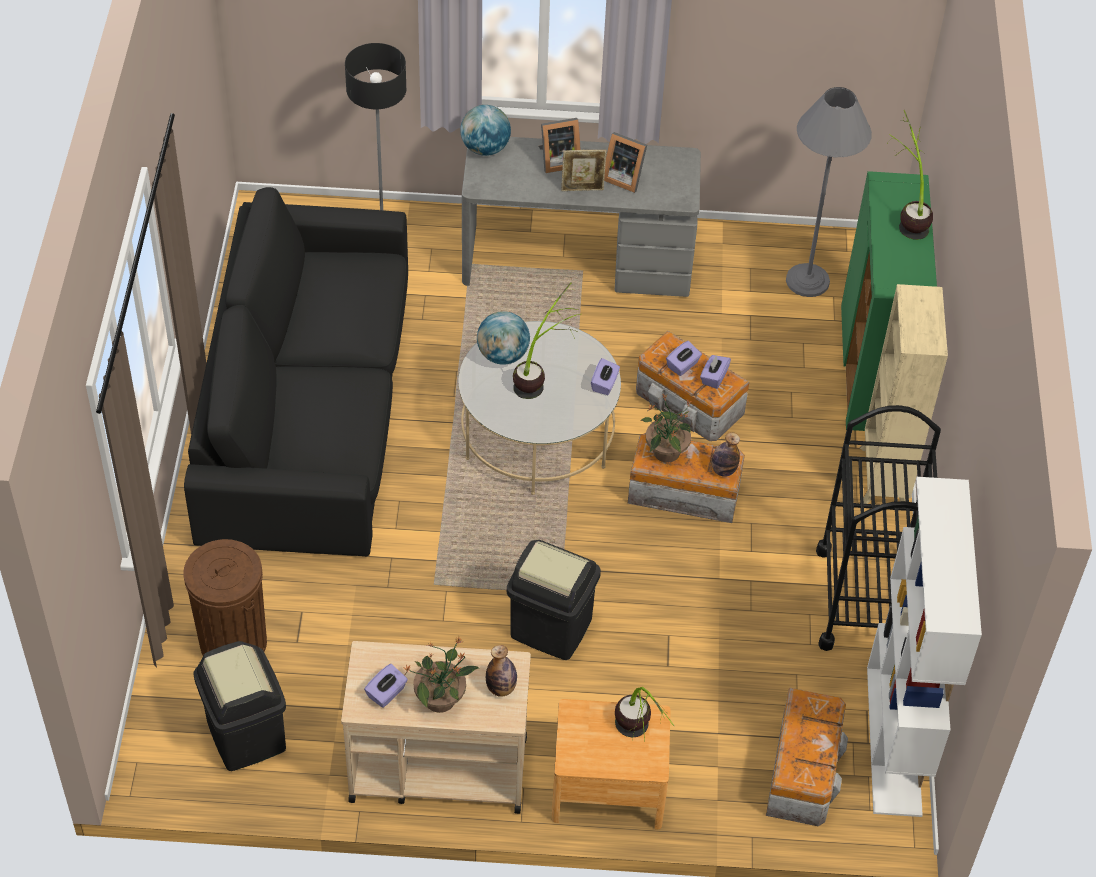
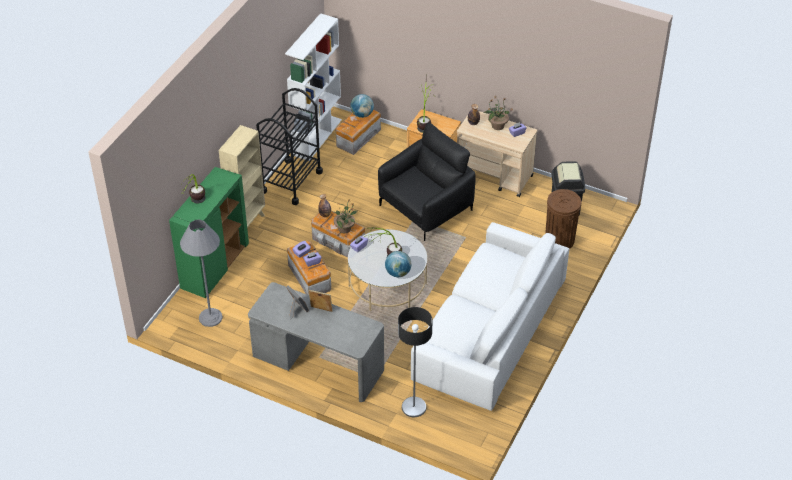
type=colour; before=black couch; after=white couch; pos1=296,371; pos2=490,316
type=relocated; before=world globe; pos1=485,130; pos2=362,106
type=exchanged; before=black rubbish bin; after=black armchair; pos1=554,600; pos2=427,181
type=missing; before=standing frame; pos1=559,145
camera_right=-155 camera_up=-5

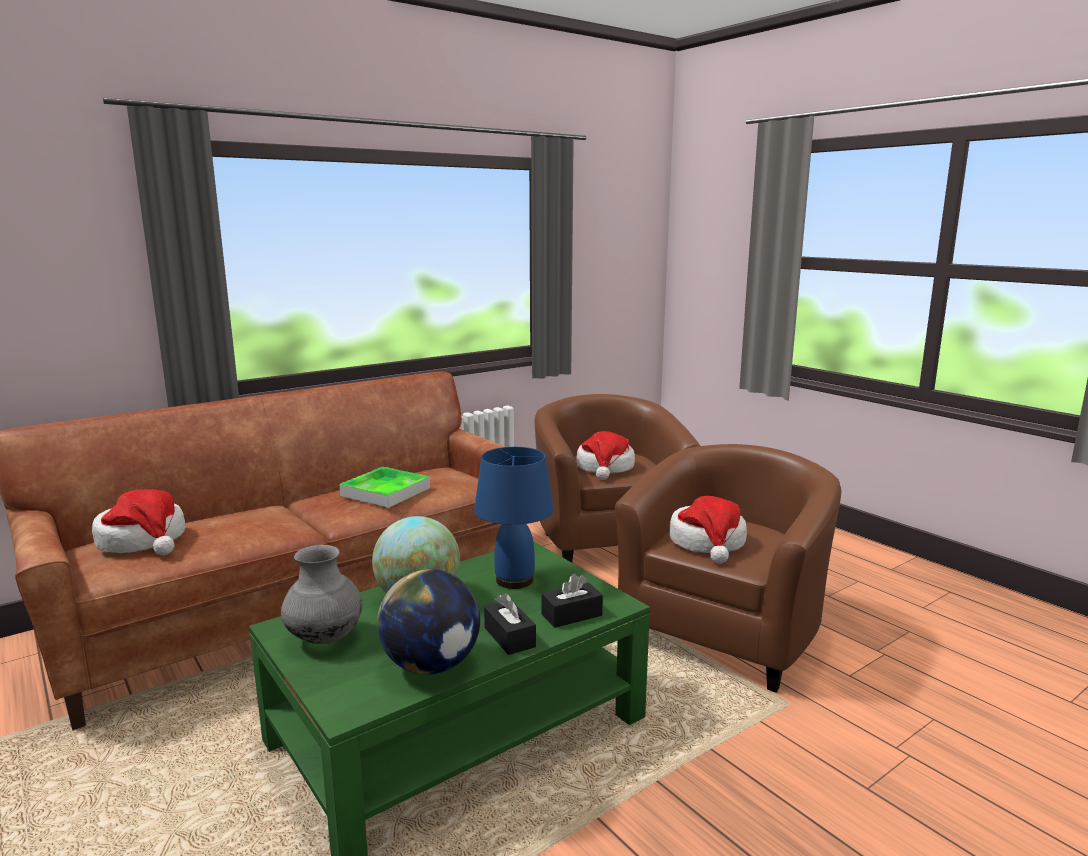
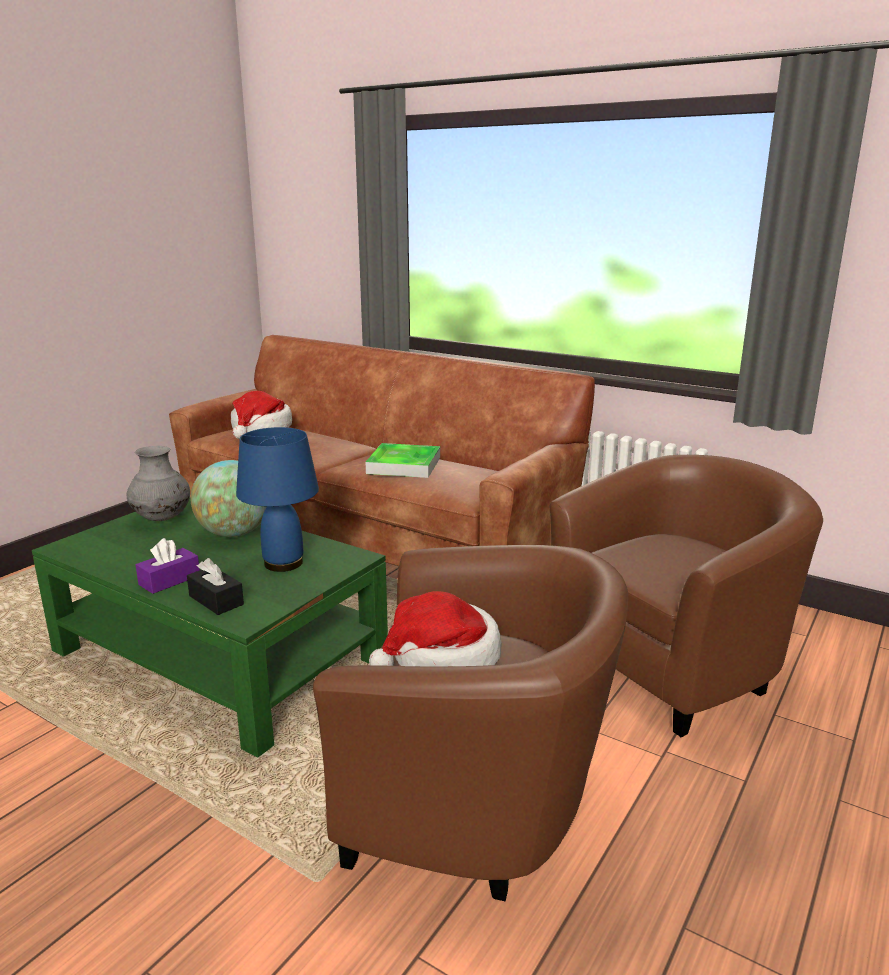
type=missing; before=world globe; pos1=428,622
type=colour; before=black tissue holder; after=purple-coloured tissue holder; pos1=510,624; pos2=168,566
type=missing; before=hat; pos1=605,455
camera_right=70 camera_up=5

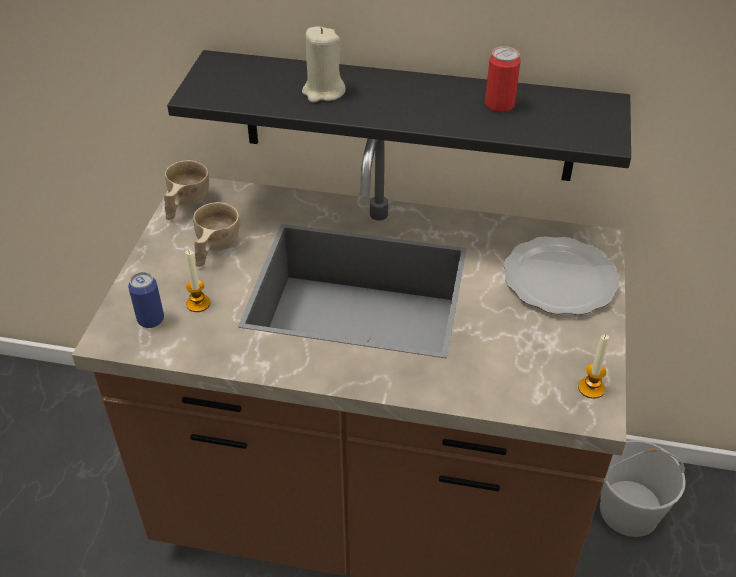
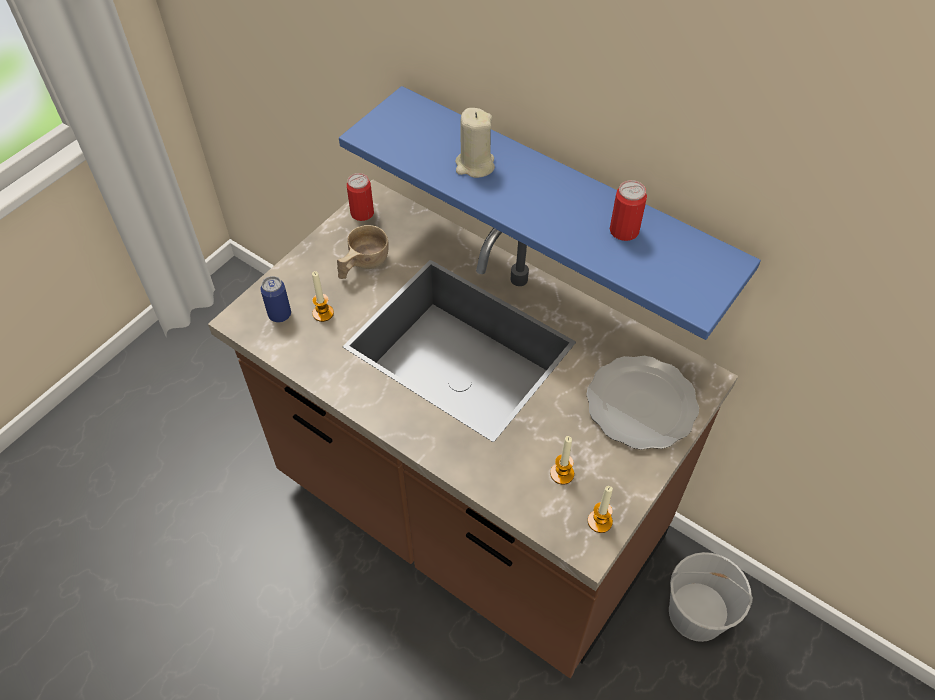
type=exchanged; before=sand-coloured small cup; after=metal can; pos1=186,190; pos2=360,197
type=colour; before=black wall shelf; after=blue wall shelf; pos1=399,115; pos2=550,213
type=appeared; after=candle; pos2=562,460
camera_right=25 camera_up=10

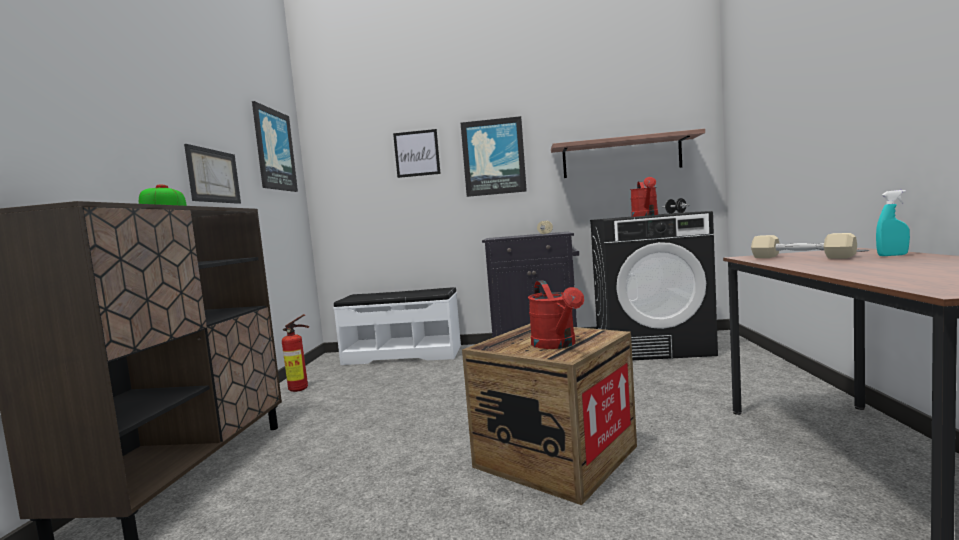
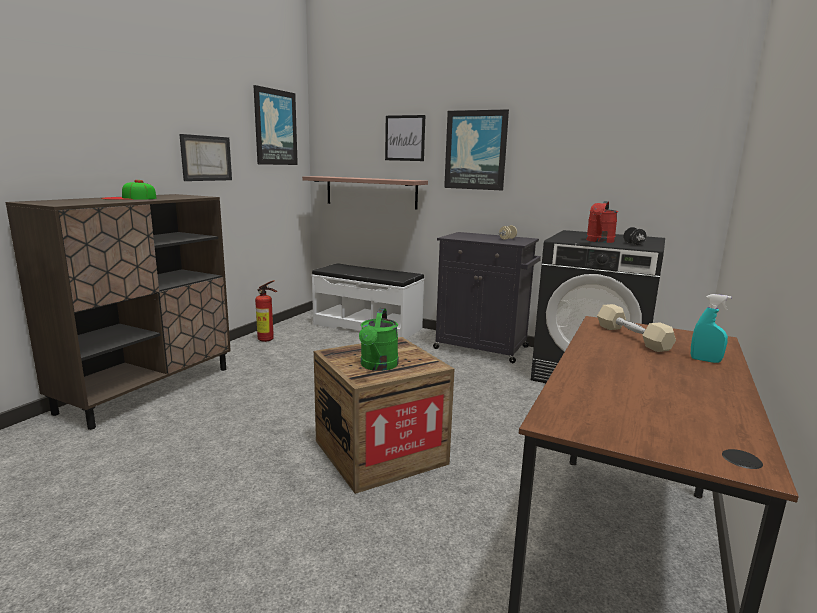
type=colour; before=red-coloured watering pot; after=green-coloured watering pot; pos1=556,314; pos2=378,339
type=relocated; before=wall shelf; pos1=628,153; pos2=365,193
camera_right=20 camera_up=10

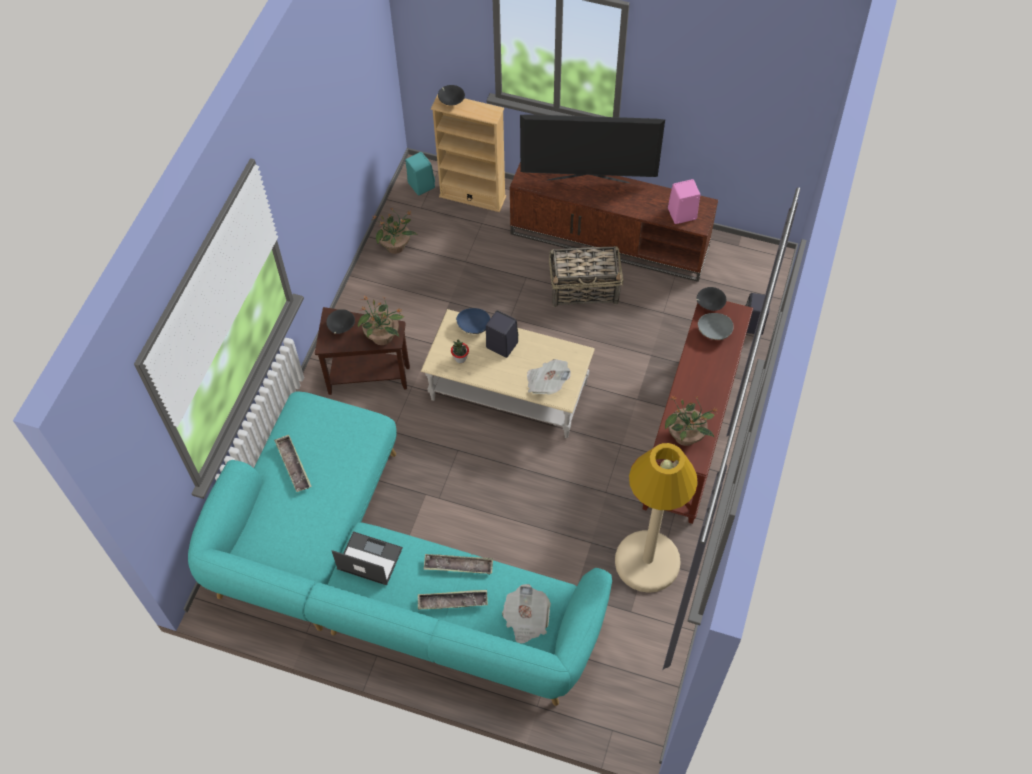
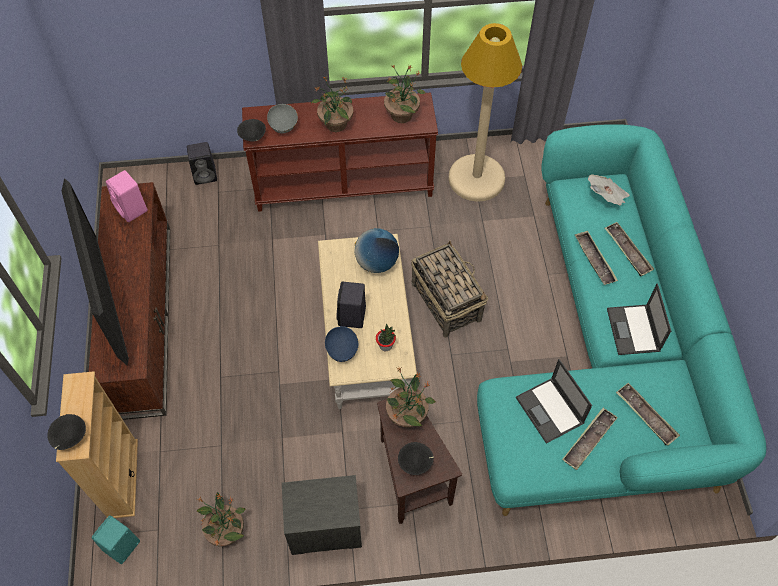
type=exchanged; before=daily paper; after=world globe; pos1=549,377; pos2=376,250
type=relocated; before=household basket; pos1=586,276; pos2=449,289
type=appeared; after=nightstand; pos2=322,515
type=appeared; after=houseplant; pos2=332,104
type=appeared; after=notebook computer; pos2=554,401
type=appeared; after=serving tray; pos2=648,414
camera_right=-115 camera_up=0

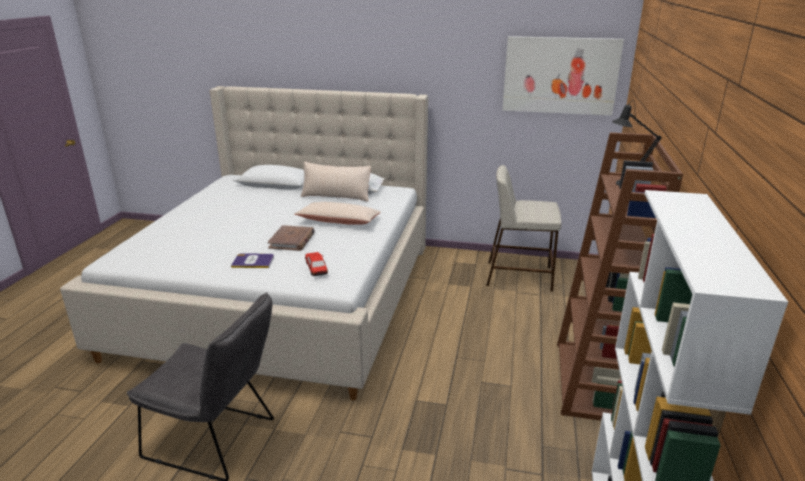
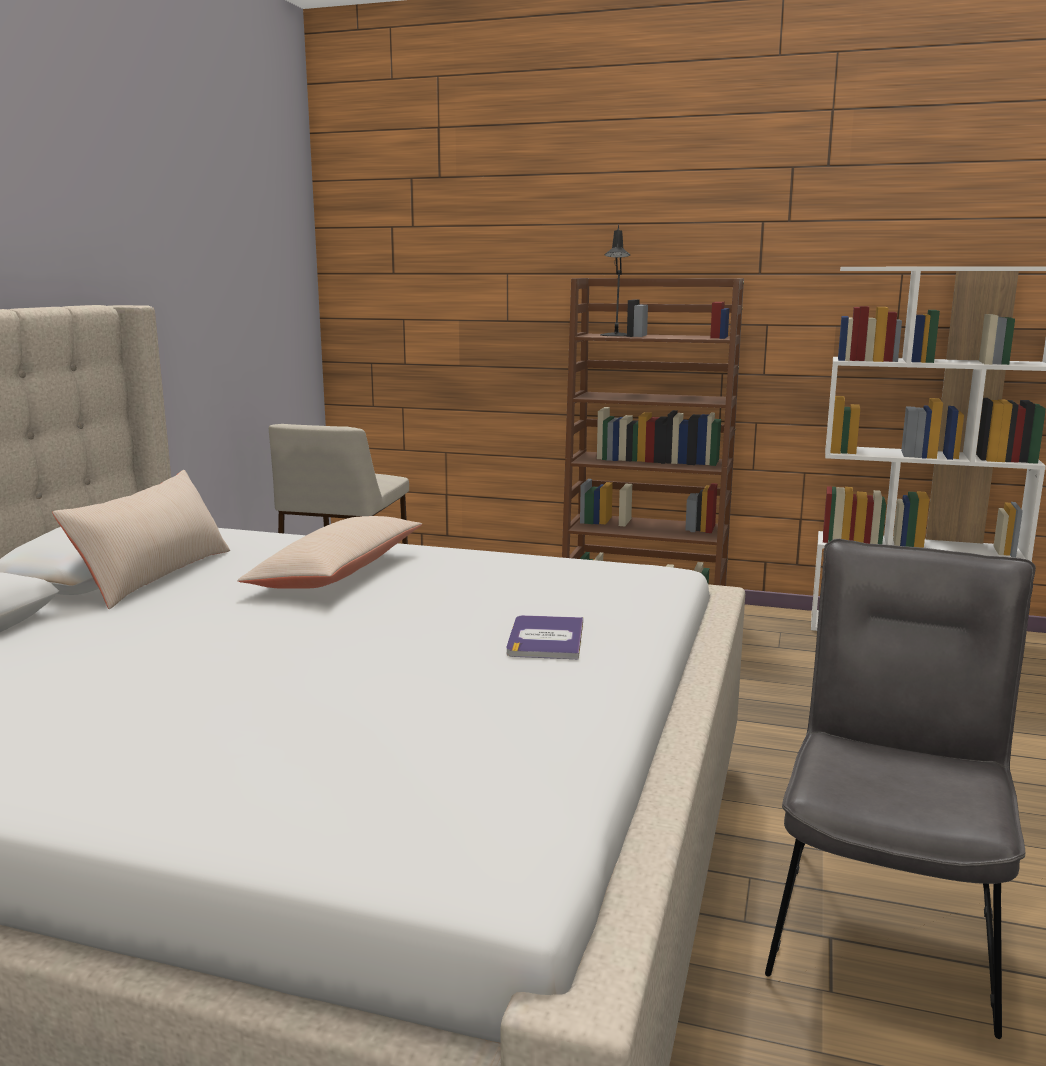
type=missing; before=brown-coloured volume; pos1=291,238
type=missing; before=model car; pos1=316,264
type=missing; before=wall picture; pos1=563,76
camera_right=-85 camera_up=-10

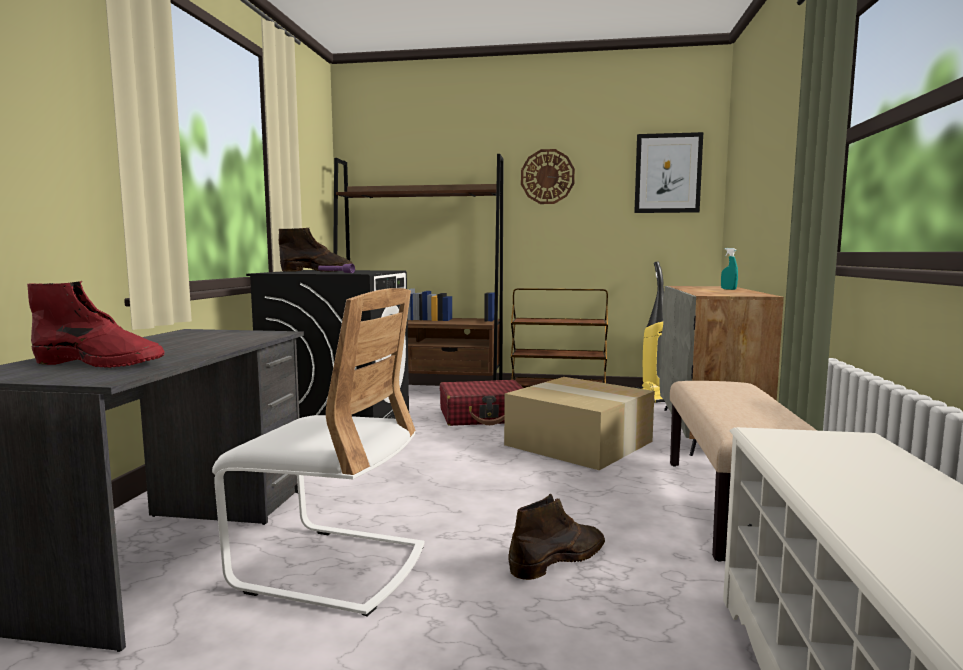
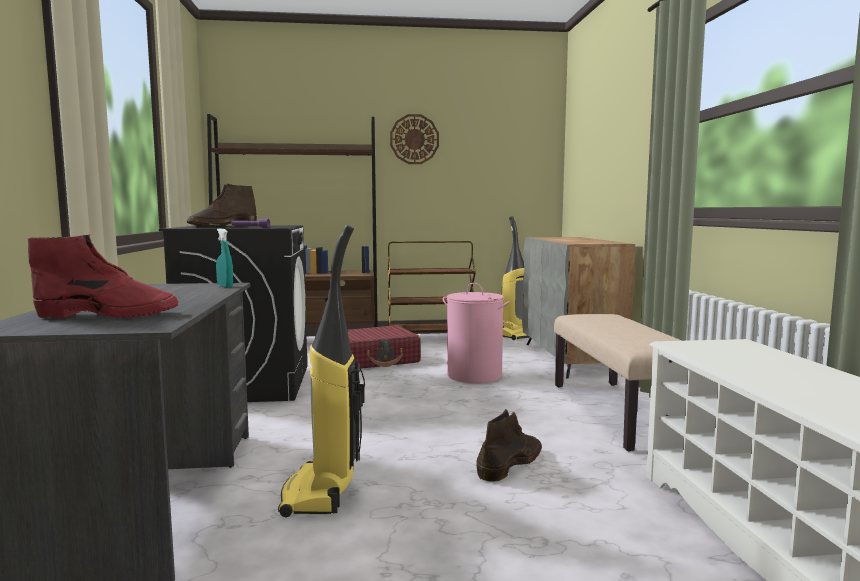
type=exchanged; before=white chair; after=vacuum; pos1=318,452; pos2=321,371
type=spun; before=brown-coloured high-top boot; pos1=316,250; pos2=222,205; turn=150
type=exchanged; before=packing box; after=pinkish laundry basket; pos1=579,423; pos2=476,333
type=missing; before=wall picture; pos1=668,172
type=relocated; before=turquoise-coloured spray bottle; pos1=729,269; pos2=224,258
camera_right=-15 camera_up=0

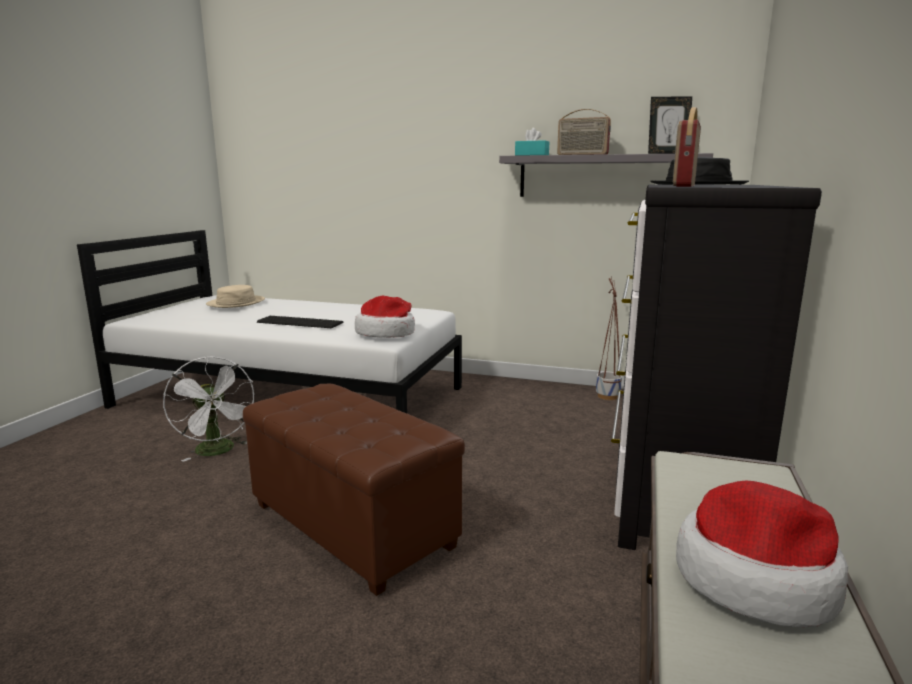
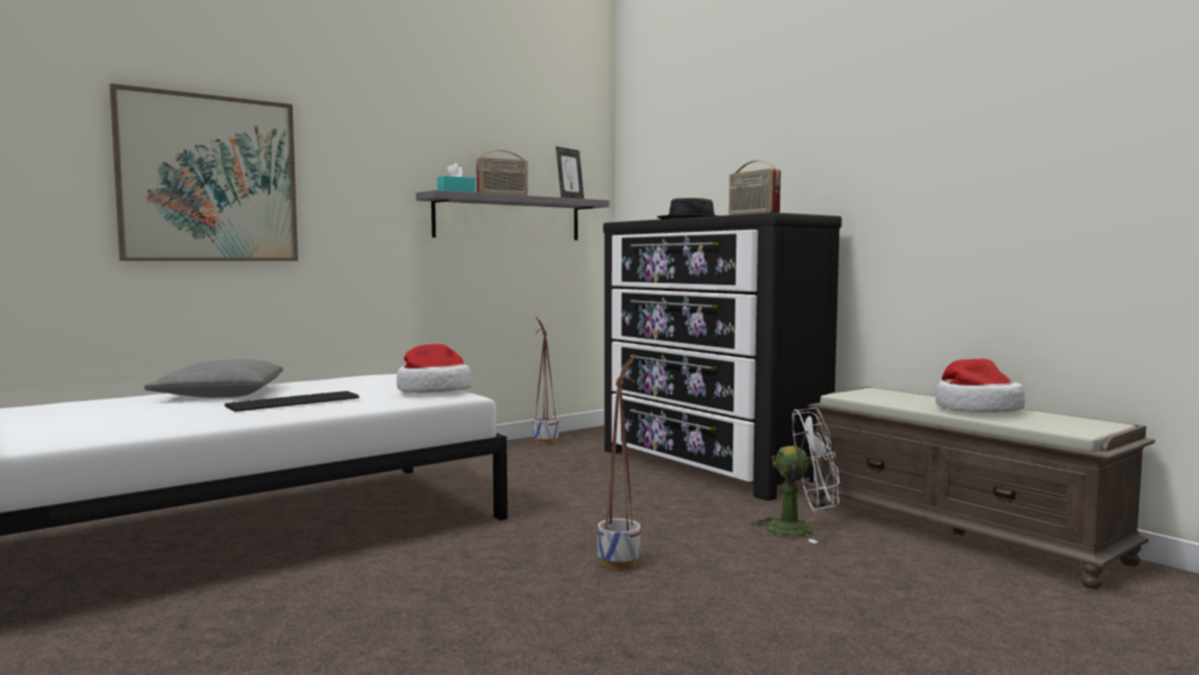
type=relocated; before=white cooling fan; pos1=208,409; pos2=795,475
type=missing; before=sand-coloured hat; pos1=235,296
type=exchanged; before=brown-coloured pouffe; after=flower pot; pos1=354,489; pos2=619,462
type=appeared; after=wall picture; pos2=203,172
type=appeared; after=greyish cushion; pos2=213,378
camera_right=-55 camera_up=-10

